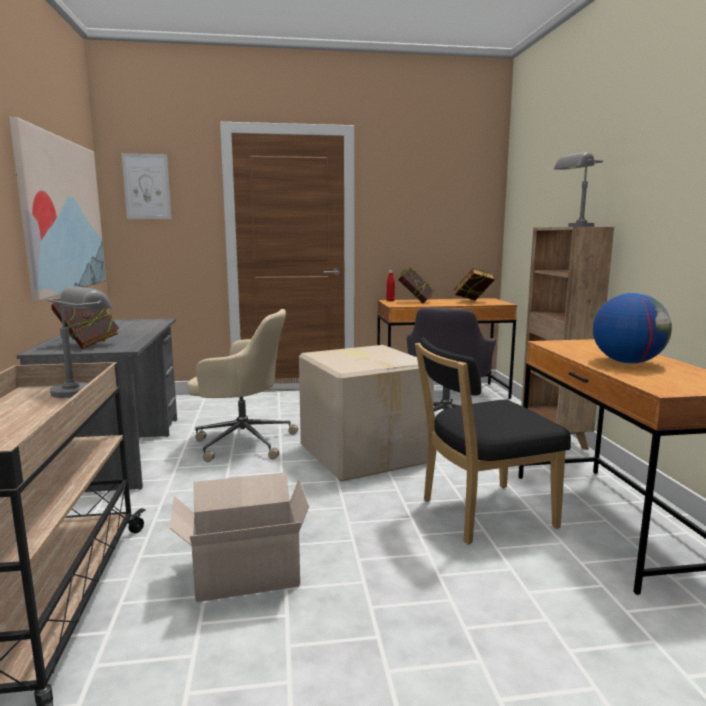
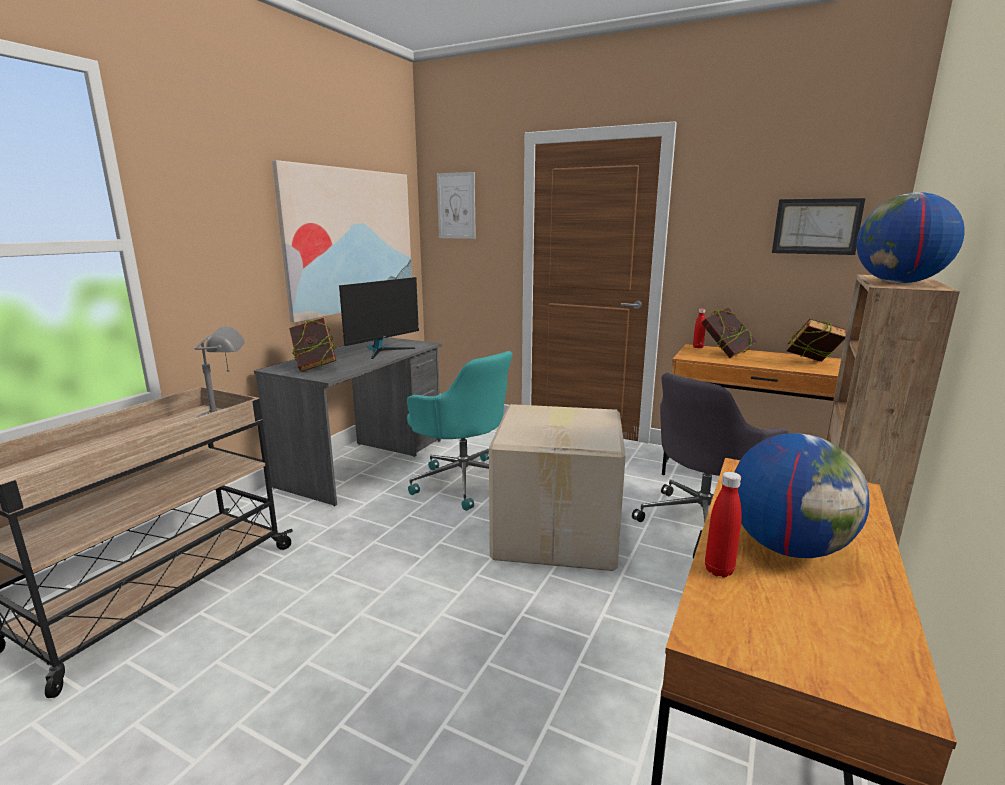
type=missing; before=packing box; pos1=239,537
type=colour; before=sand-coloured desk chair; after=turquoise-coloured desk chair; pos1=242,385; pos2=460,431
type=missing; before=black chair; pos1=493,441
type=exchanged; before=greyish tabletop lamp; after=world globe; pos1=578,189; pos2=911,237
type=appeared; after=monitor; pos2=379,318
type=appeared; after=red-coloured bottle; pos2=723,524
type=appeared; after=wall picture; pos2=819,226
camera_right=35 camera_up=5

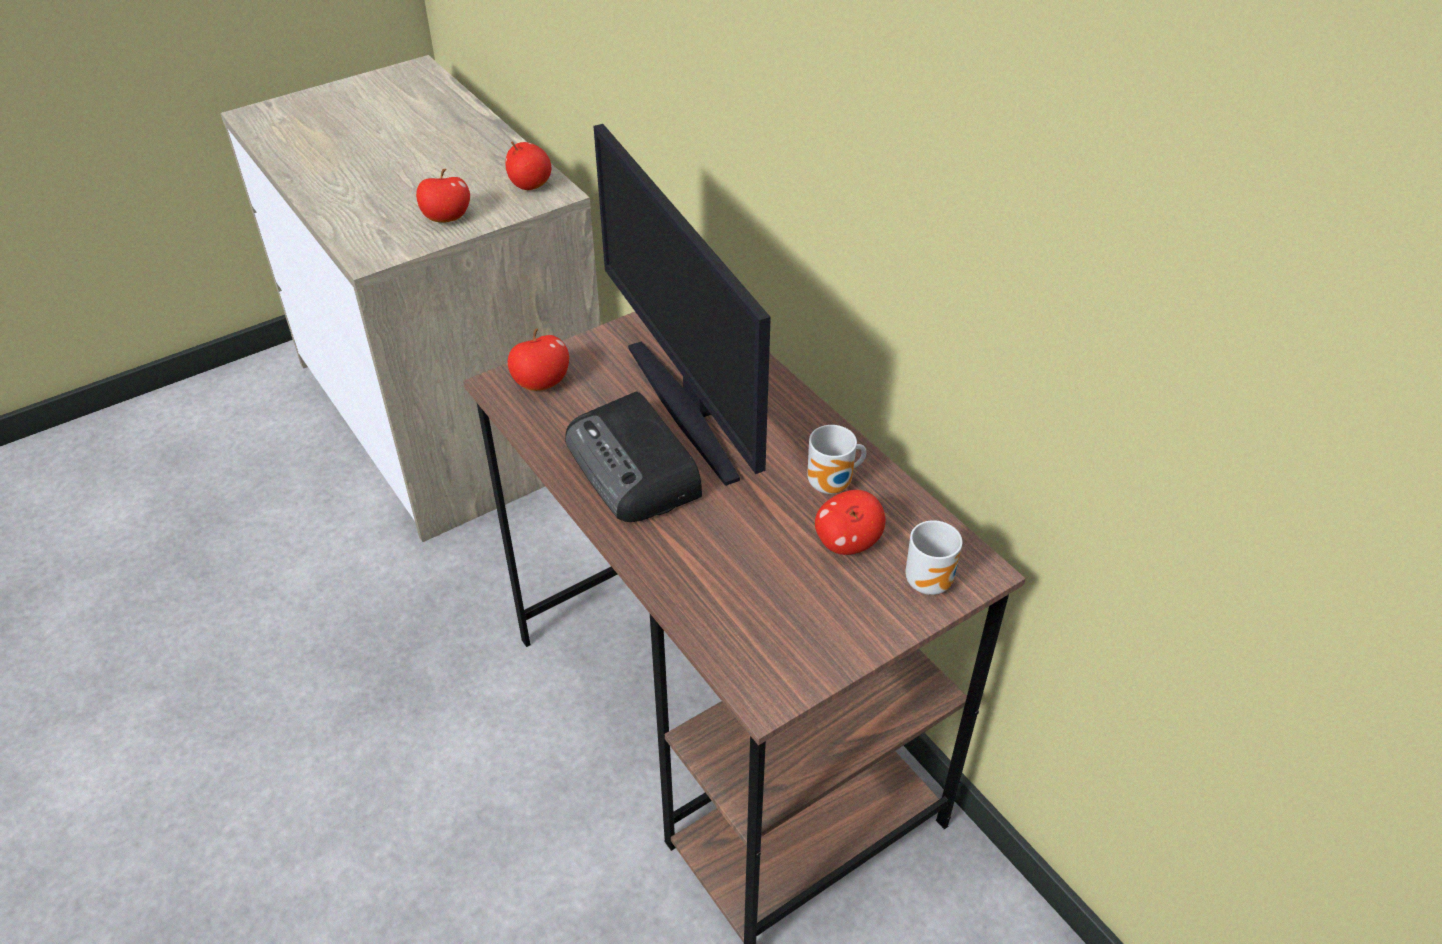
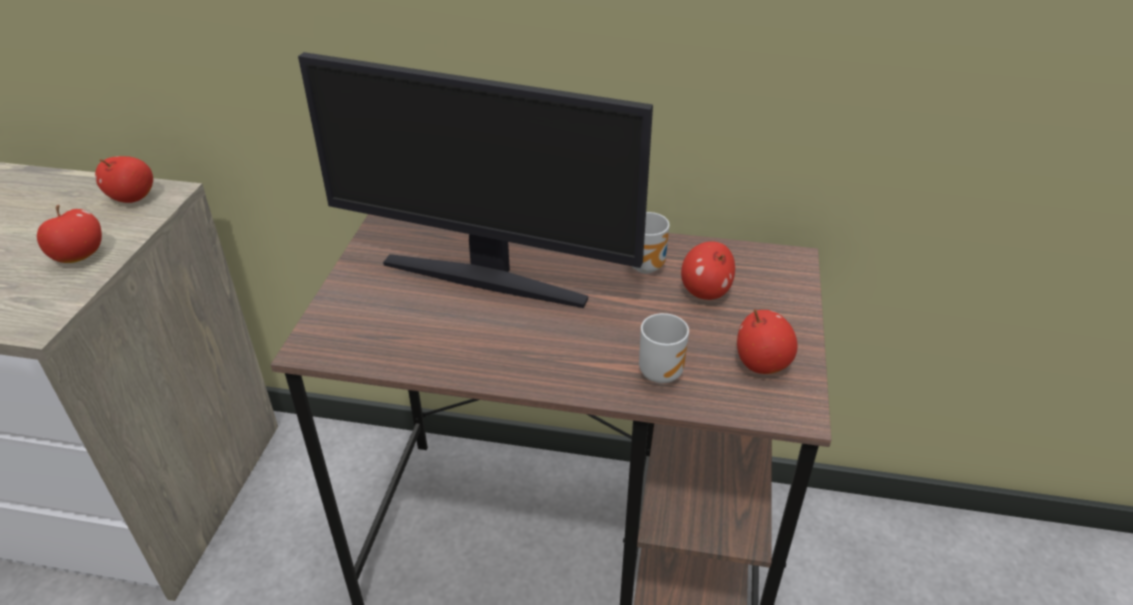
type=relocated; before=apple fruit; pos1=538,359; pos2=767,341
type=missing; before=radio set; pos1=634,457
type=relocated; before=mug; pos1=934,557; pos2=664,348
camera_right=-45 camera_up=-5

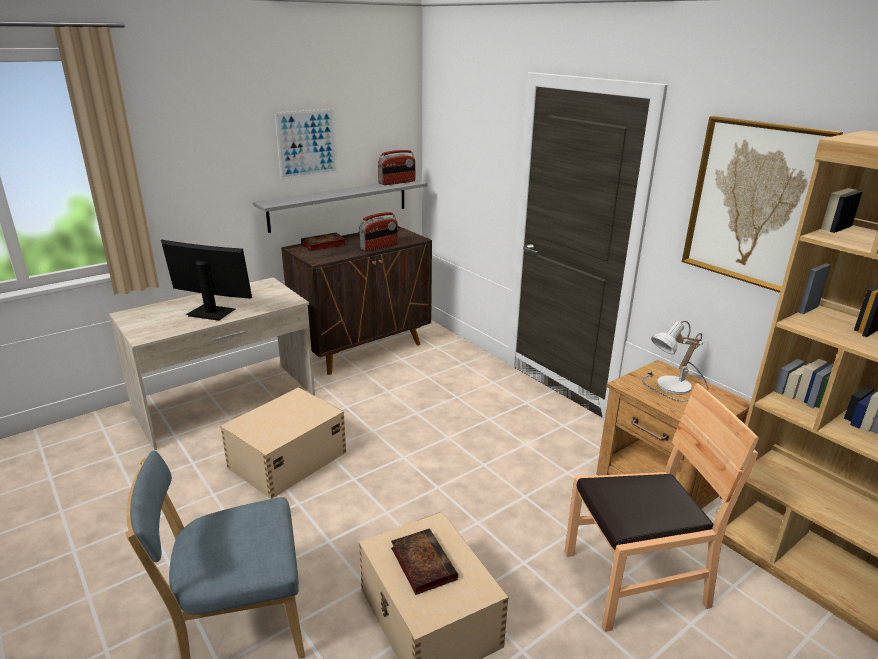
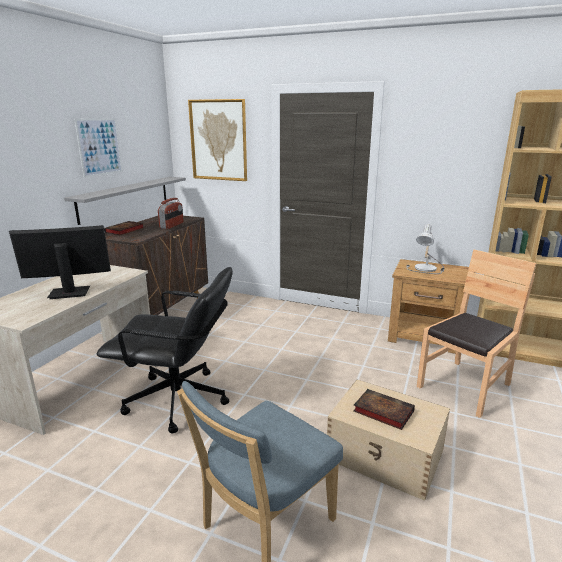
type=exchanged; before=sand-coloured storage container; after=black desk chair; pos1=283,443; pos2=165,350
type=missing; before=radio set; pos1=396,167
type=relocated; before=wall picture; pos1=762,204; pos2=217,140
camera_right=-30 camera_up=-5

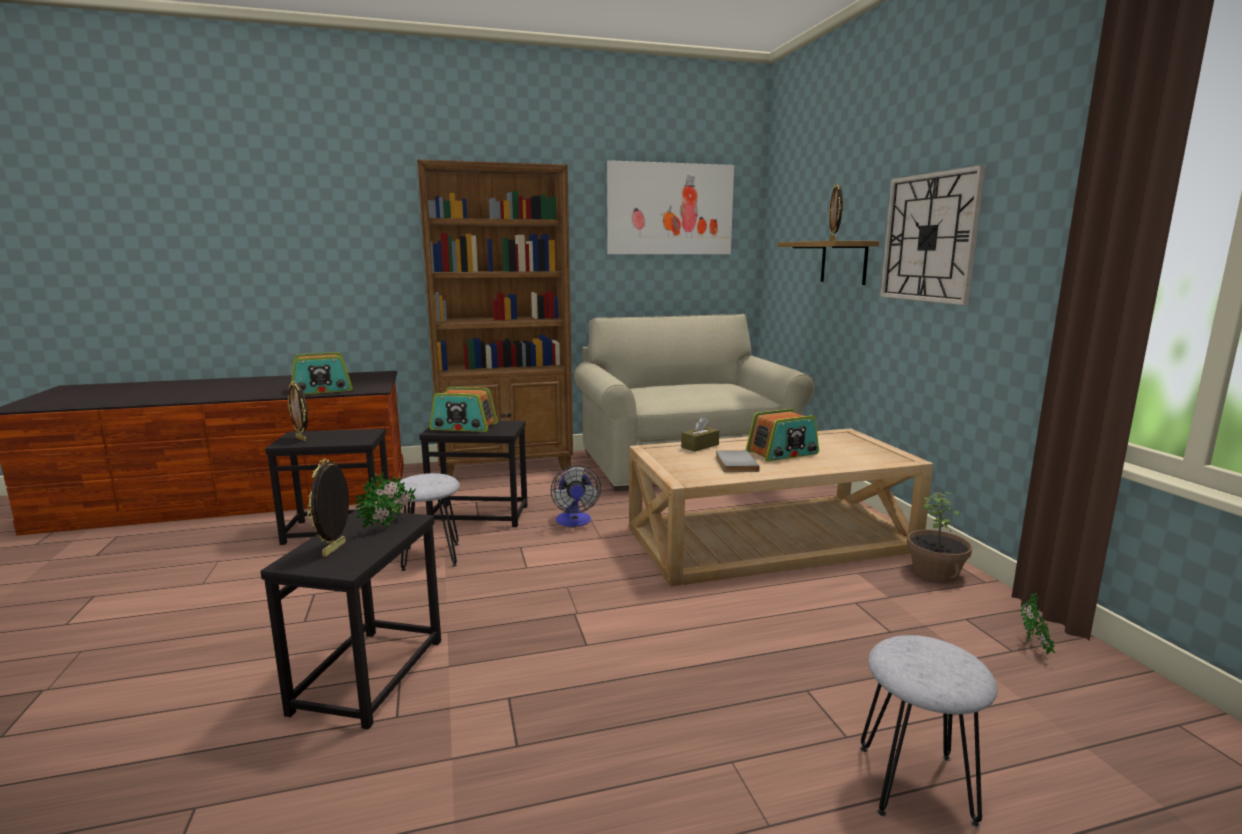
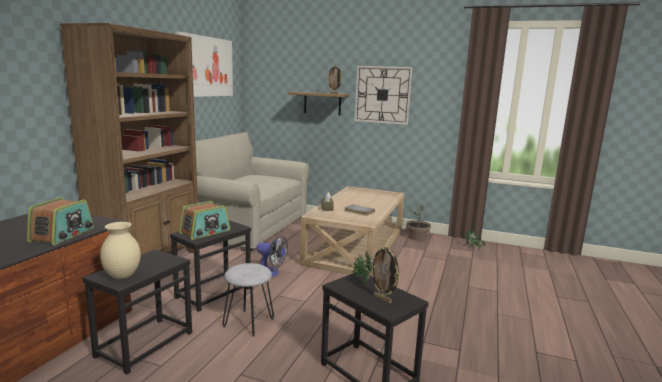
type=exchanged; before=standing frame; after=sand-coloured decorative vase; pos1=298,411; pos2=120,250
type=missing; before=radio set; pos1=782,435
type=missing; before=greyish sitting stool; pos1=928,731
camera_right=-55 camera_up=0

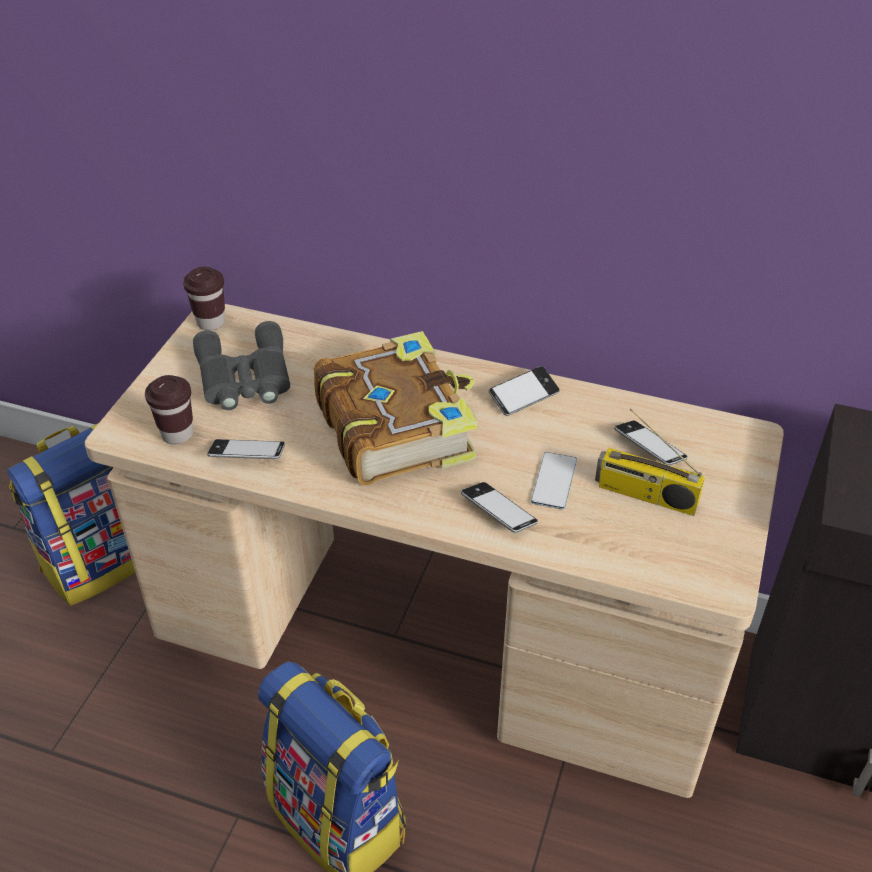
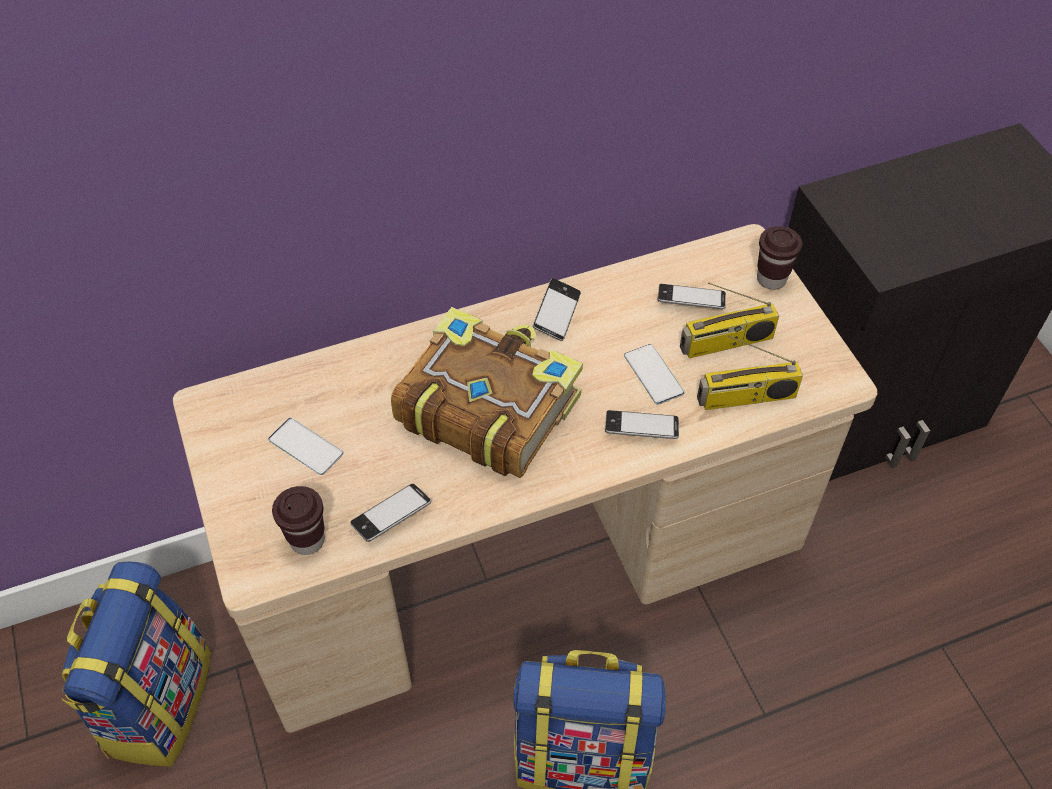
type=relocated; before=brown-coloured small cup; pos1=204,299; pos2=779,258
type=exchanged; before=greyish binoculars; after=handset; pos1=241,365; pos2=305,446
type=appeared; after=radio set; pos2=750,373
camera_right=-40 camera_up=10

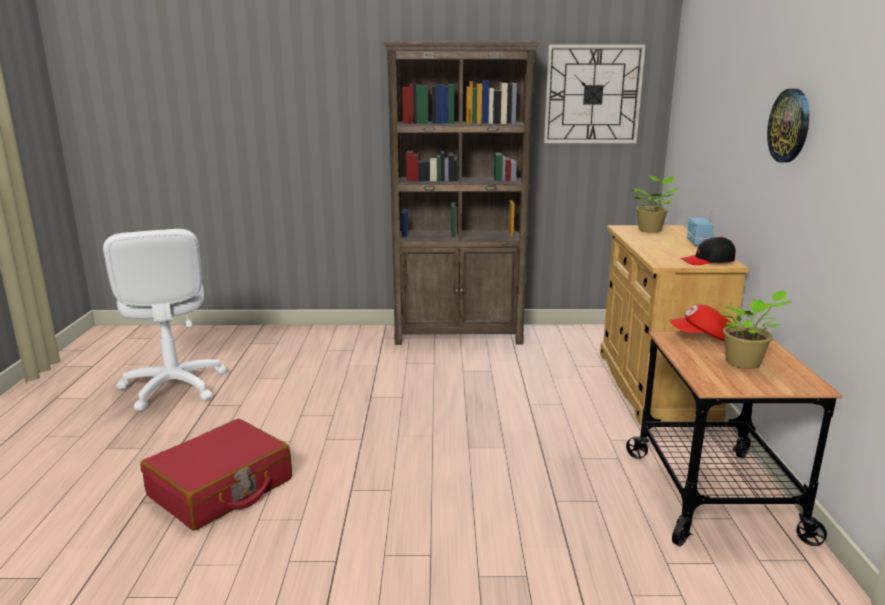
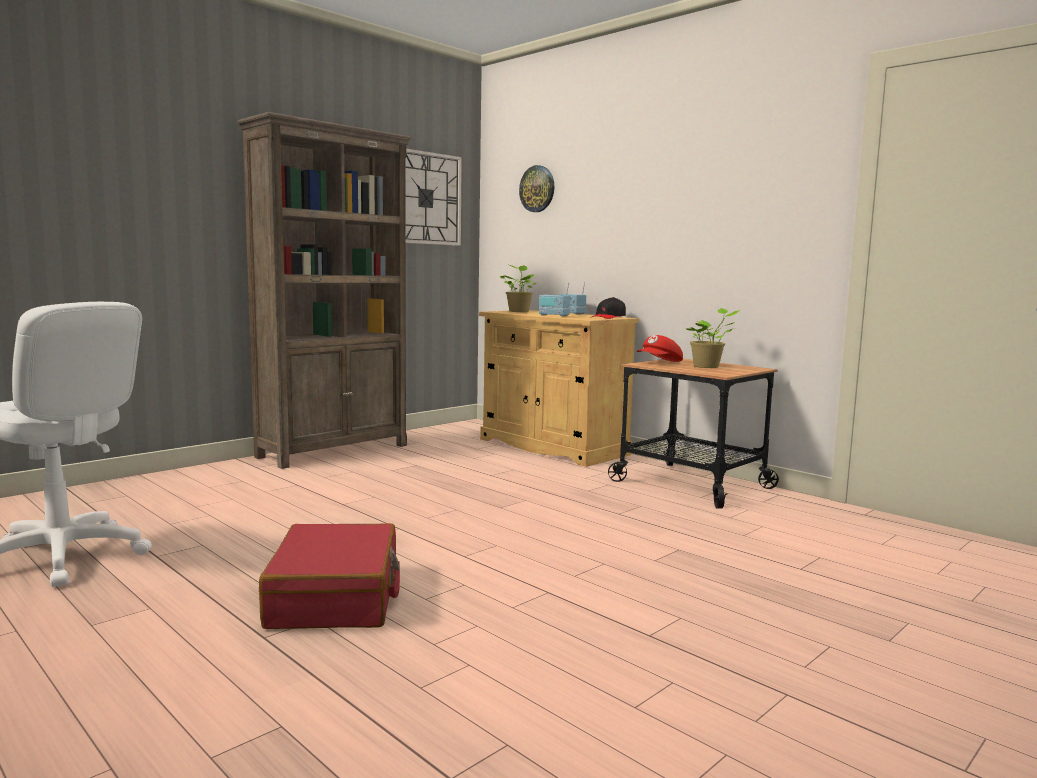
type=relocated; before=wall clock; pos1=788,126; pos2=536,188
type=appeared; after=radio set; pos2=554,299
camera_right=-45 camera_up=-10

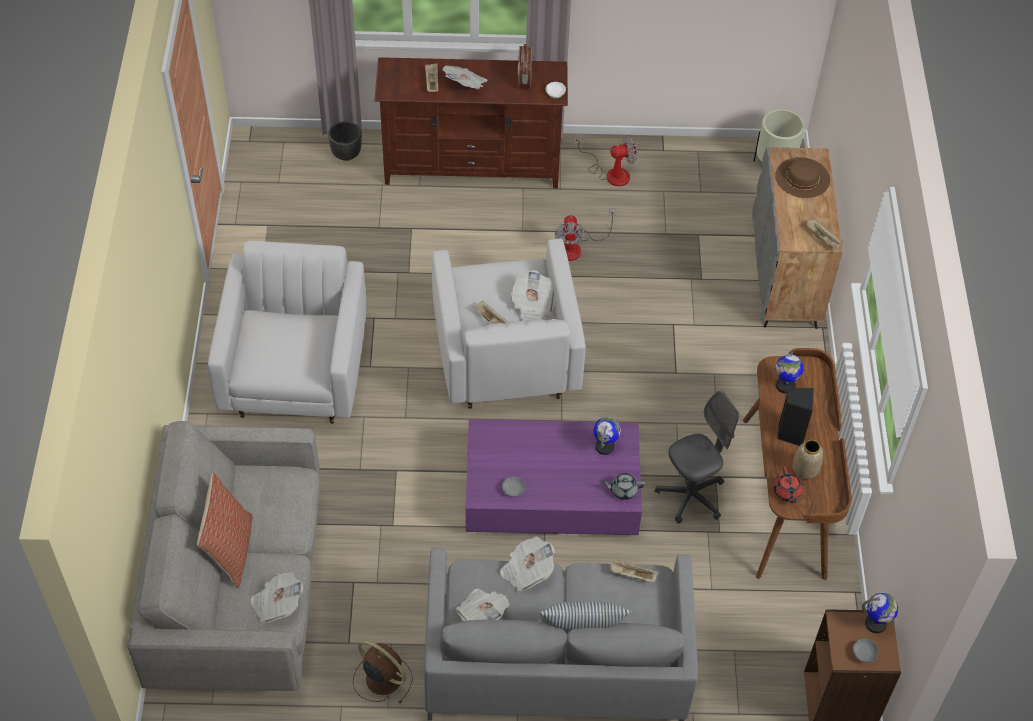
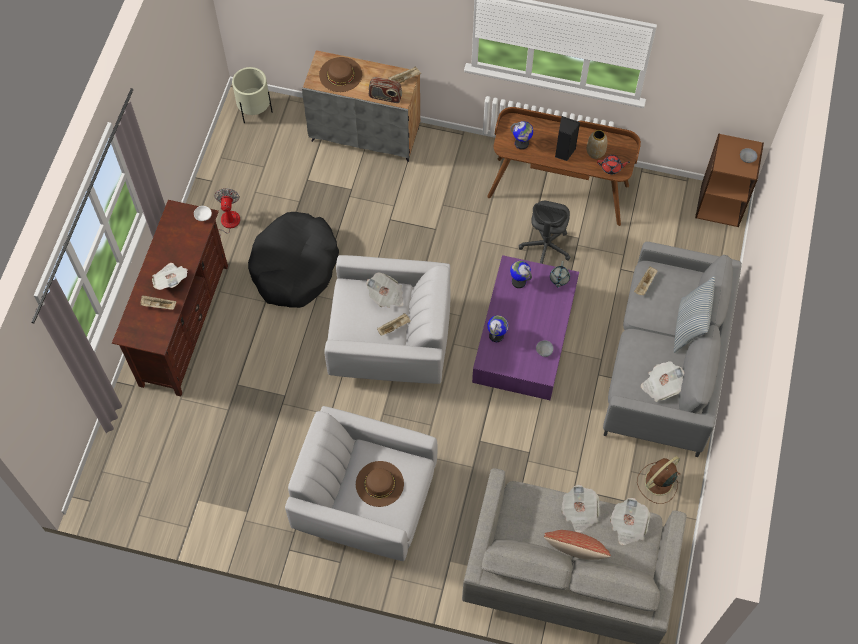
type=missing; before=black flower pot; pos1=345,141
type=relocated; before=daily paper; pos1=527,564; pos2=580,509
type=relocated; before=radio set; pos1=525,66; pos2=385,90
type=exchanged; before=cooling fan; after=black pet bed; pos1=585,235; pos2=293,260
type=spun; before=greyish desk chair; pos1=697,457; pos2=545,232; turn=-150
type=relocated; before=world globe; pos1=880,613; pos2=497,328
type=appeared; after=brown-coloured hat; pos2=380,484
camera_right=-75 camera_up=10

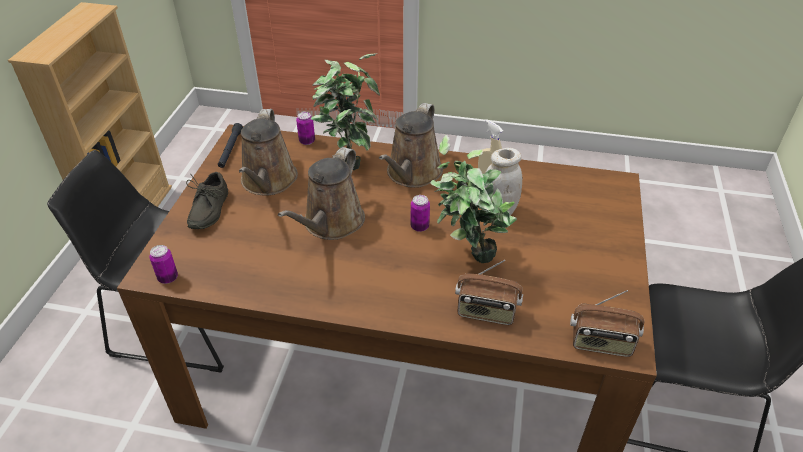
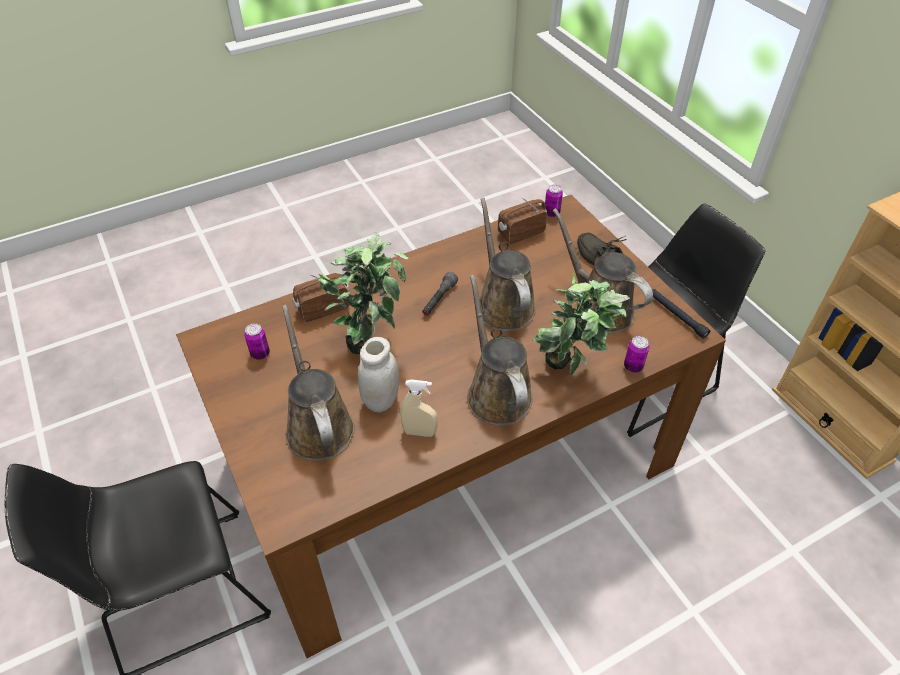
type=relocated; before=metal can; pos1=420,213; pos2=257,341
type=relocated; before=radio set; pos1=607,323; pos2=522,220
type=appeared; after=brown-coloured watering pot; pos2=318,383
type=appeared; after=greyish flashlight; pos2=440,294
camera_right=140 camera_up=5

